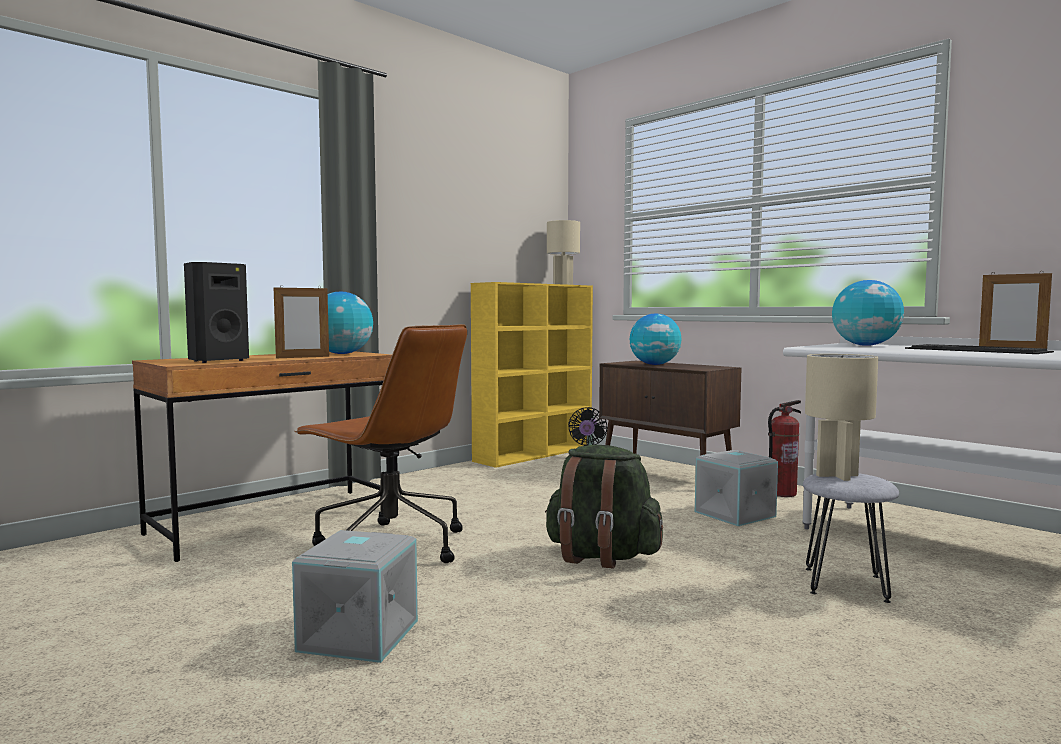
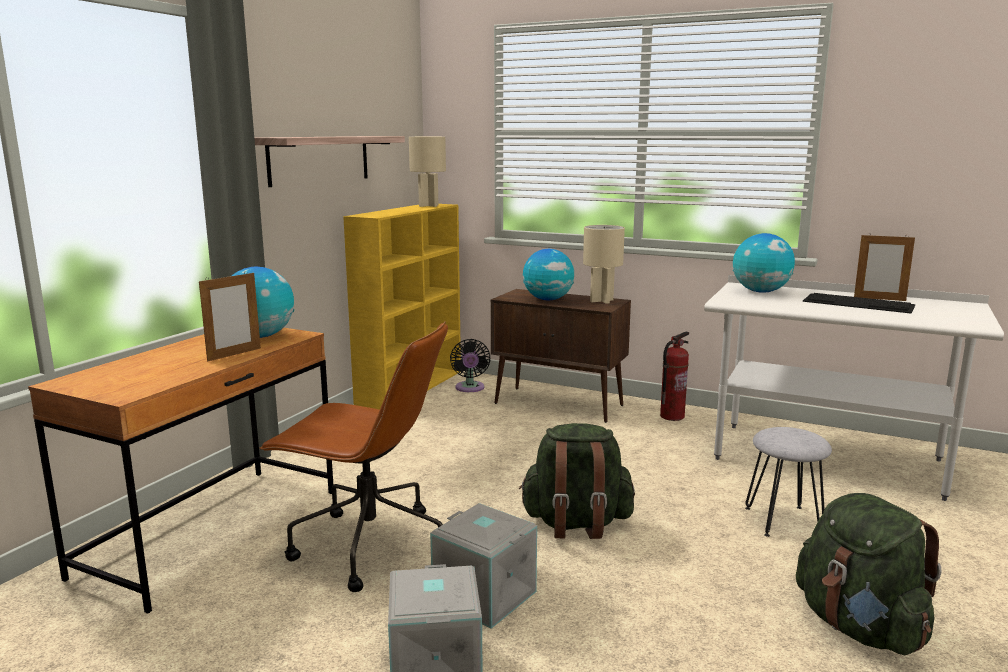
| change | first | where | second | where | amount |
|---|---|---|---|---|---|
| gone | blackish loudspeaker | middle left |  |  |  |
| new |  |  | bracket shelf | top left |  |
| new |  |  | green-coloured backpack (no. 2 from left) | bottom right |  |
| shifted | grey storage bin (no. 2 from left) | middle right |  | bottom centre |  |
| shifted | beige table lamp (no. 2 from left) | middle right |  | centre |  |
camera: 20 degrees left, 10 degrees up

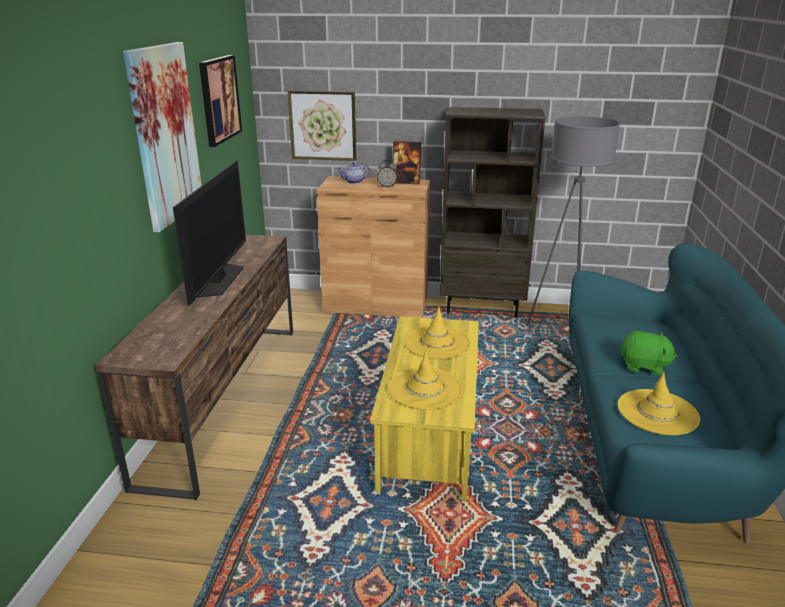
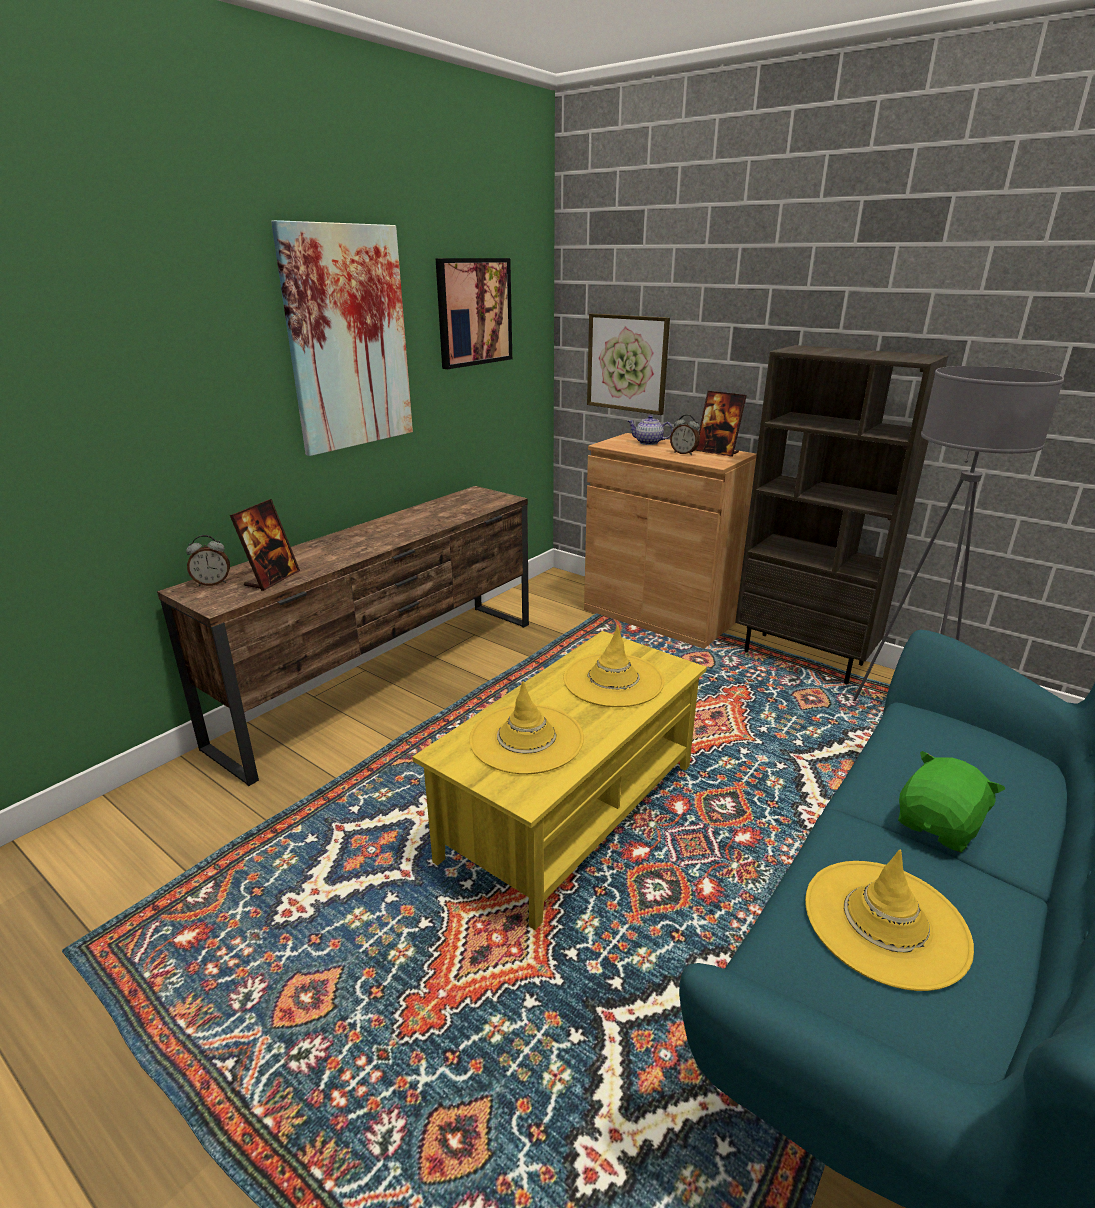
| change | first | where | second | where | amount |
|---|---|---|---|---|---|
| gone | TV | middle left |  |  |  |
| new |  |  | alarm clock (no. 1 from left) | middle left |  |
| new |  |  | picture frame (no. 1 from left) | middle left |  |
| rotated | green-coloured soft toy | middle right |  | middle right | 90 degrees counterclockwise |
camera: 30 degrees right, 0 degrees up

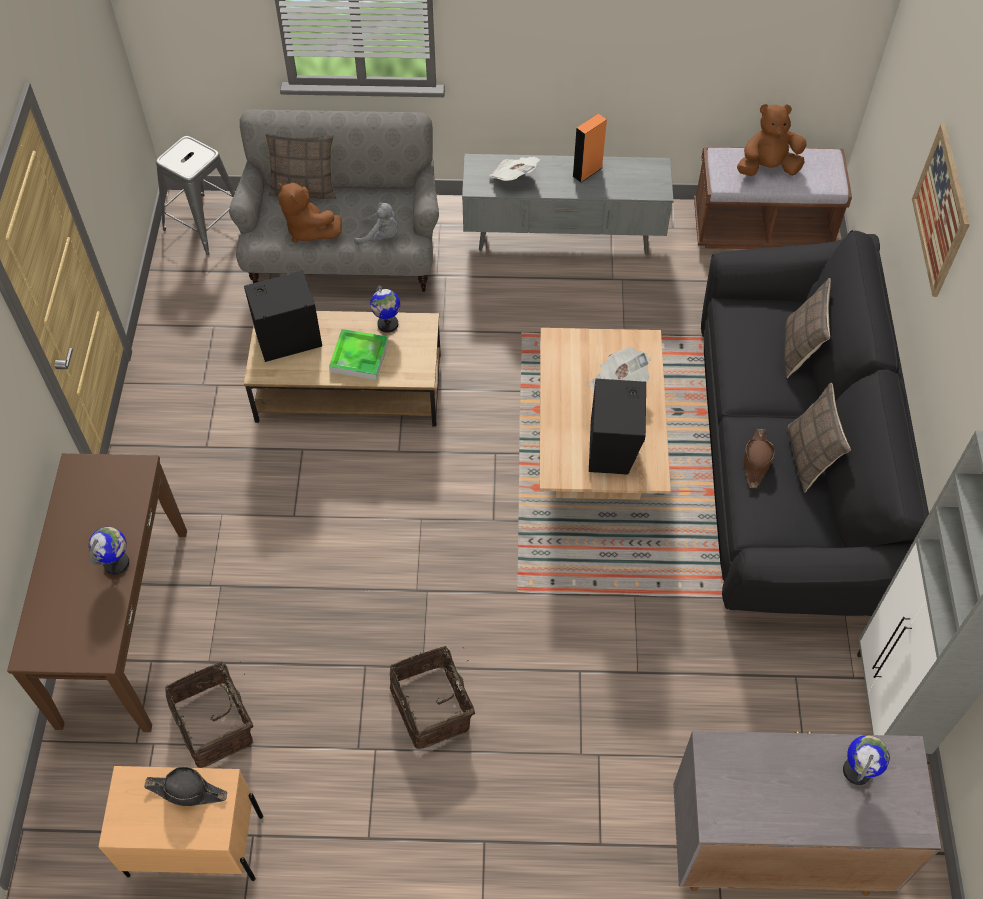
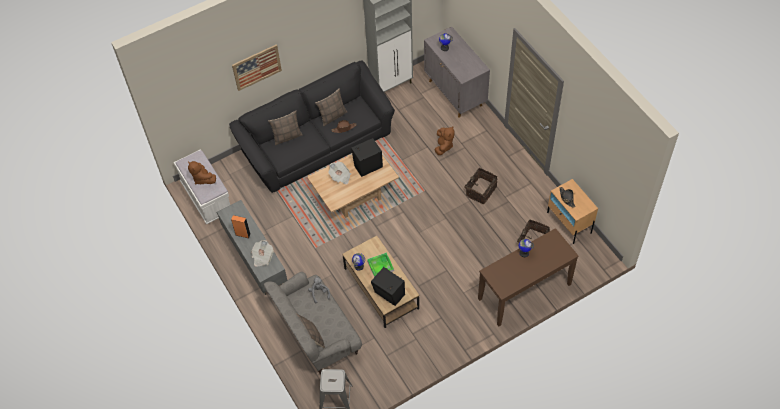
| change | first | where | second | where | amount |
|---|---|---|---|---|---|
| shifted | brown soft toy (no. 1 from left in the first image) | top left | brown soft toy (no. 2 from left) | centre |  |
| repainted | brown long seat | top right | white-coloured long seat | middle left |  |
camera: 120 degrees left, 0 degrees up

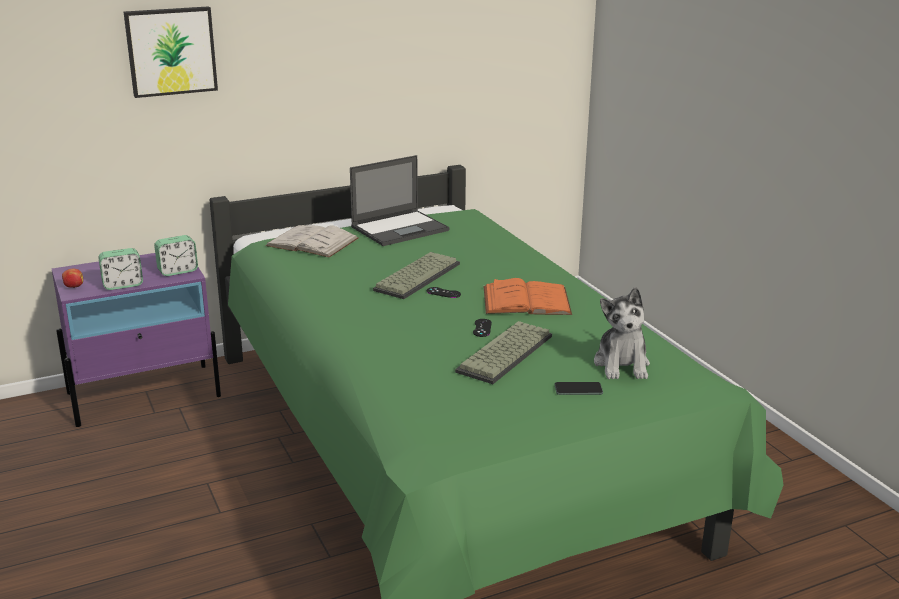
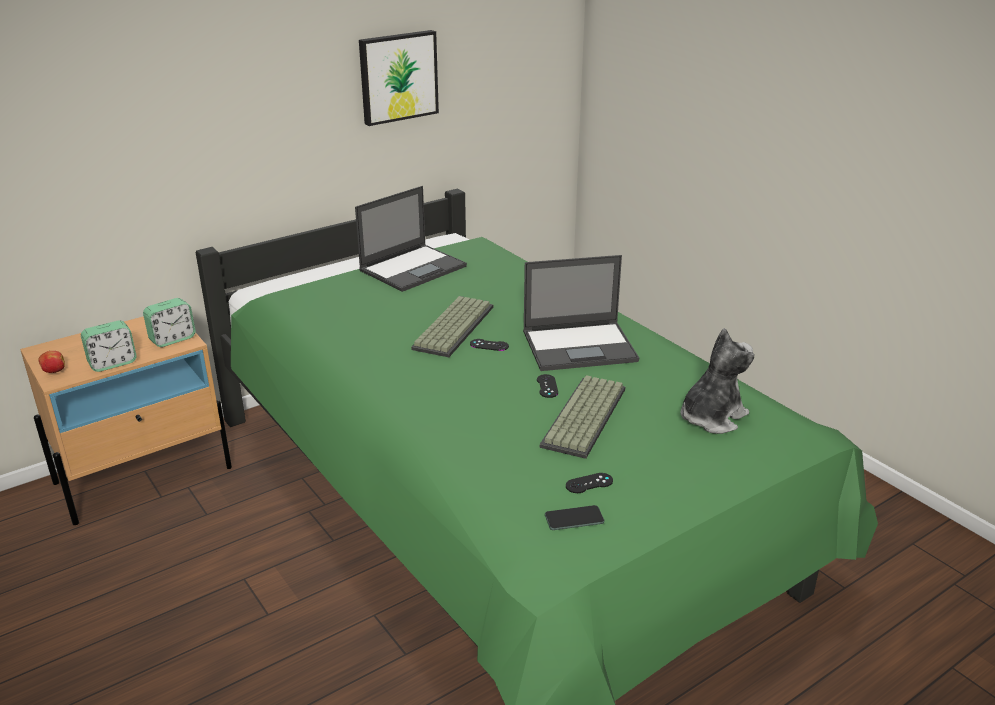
| change | first | where | second | where | amount |
|---|---|---|---|---|---|
| gone | white-coloured volume | centre |  |  |  |
| new |  |  | blackish gamepad (no. 3 from left) | bottom centre |  |
| shifted | picture | top left |  | top centre |  |
| shifted | telephone | centre |  | bottom centre |  |
| swapped | orangey volume | centre | portable computer (no. 2 from left) | centre |  |
| repainted | purple-coloured bedside table | middle left | beige bedside table | middle left |  |
| rotated | soft toy | middle right |  | middle right | 120 degrees counterclockwise |
camera: 10 degrees left, 5 degrees up

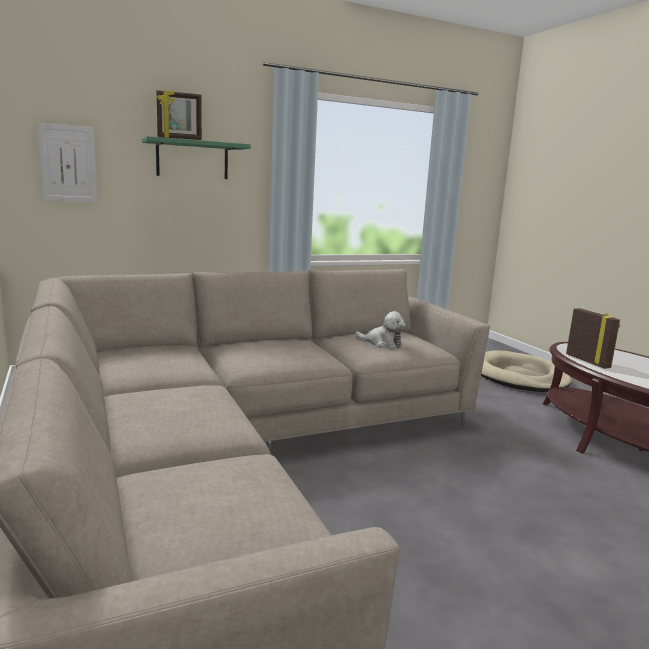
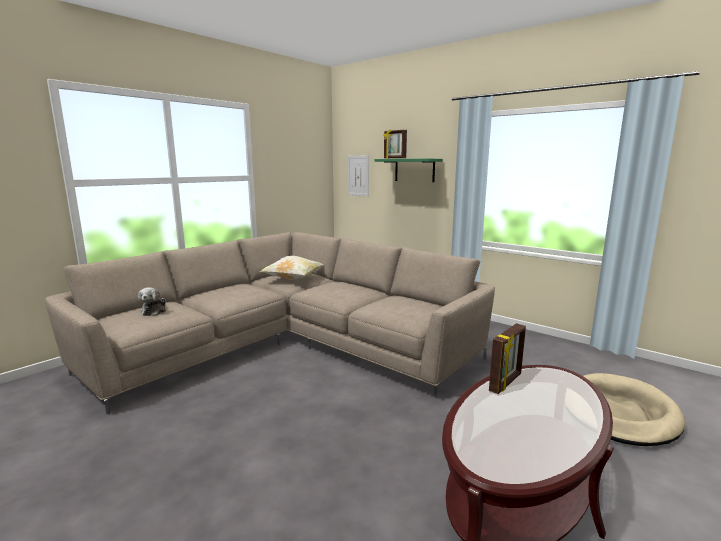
| change | first | where | second | where | amount |
|---|---|---|---|---|---|
| new |  |  | cushion | centre |  |
| shifted | soft toy | centre |  | middle left |  |
camera: 65 degrees right, 0 degrees up

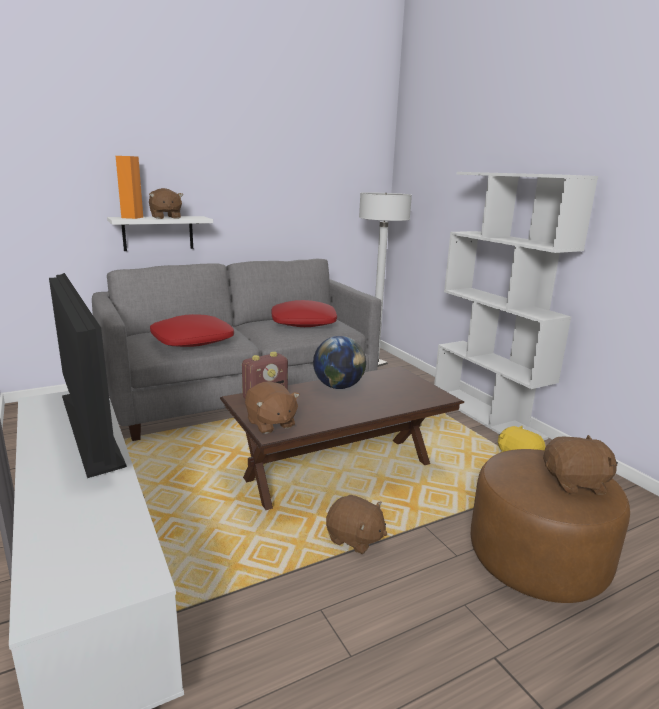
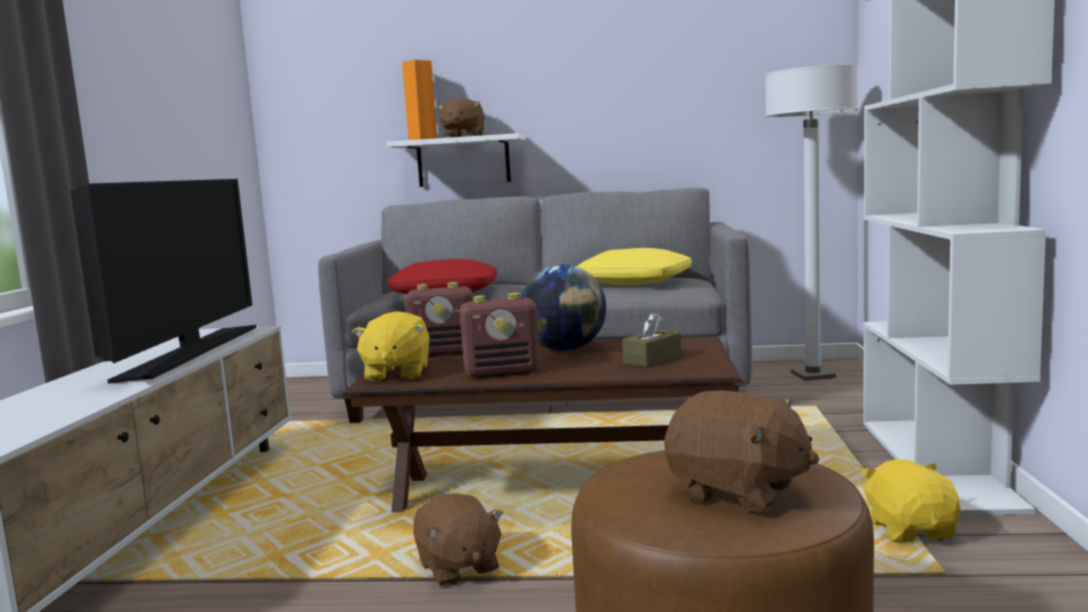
| change | first | where | second | where | amount |
|---|---|---|---|---|---|
| new |  |  | radio (no. 2 from left) | centre |  |
| new |  |  | brown tissue box | centre |  |
| repainted | brown soft toy (no. 2 from left) | centre | yellow-coloured soft toy (no. 1 from left) | centre |  |
| repainted | red cushion (no. 2 from left) | centre | yellow-coloured cushion | centre |  |
camera: 35 degrees right, 10 degrees down

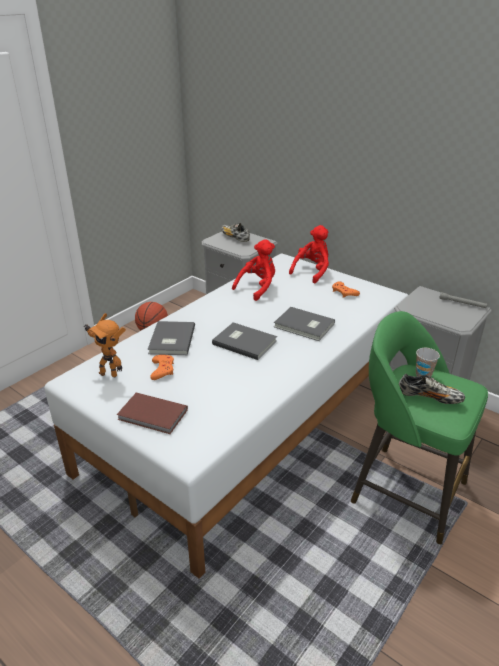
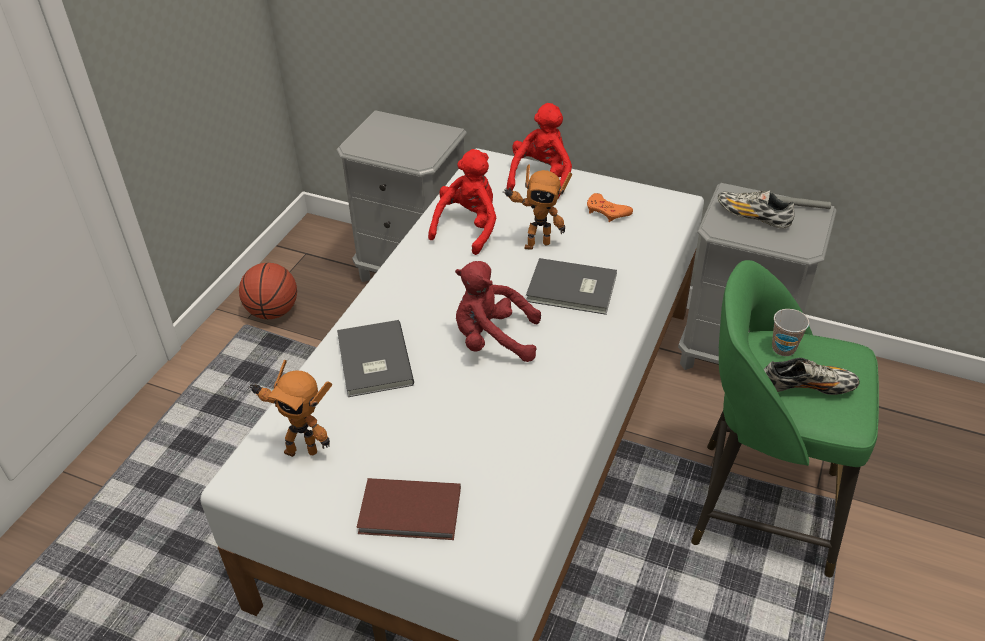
| change | first | where | second | where | amount |
|---|---|---|---|---|---|
| gone | orangey gamepad (no. 1 from left) | middle left |  |  |  |
| new |  |  | robot figure (no. 2 from left) | top centre |  |
| shifted | shoe (no. 1 from left) | centre |  | top right |  |
| swapped | grey volume (no. 2 from left) | centre | red soft toy (no. 2 from left) | centre |  |
camera: 15 degrees left, 10 degrees up

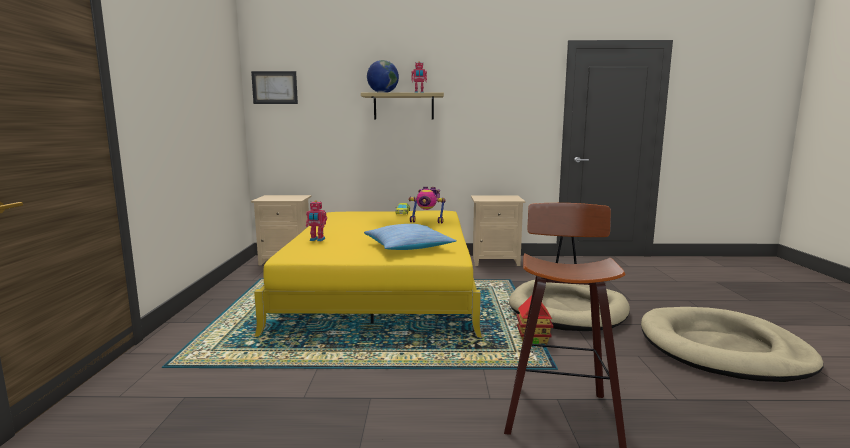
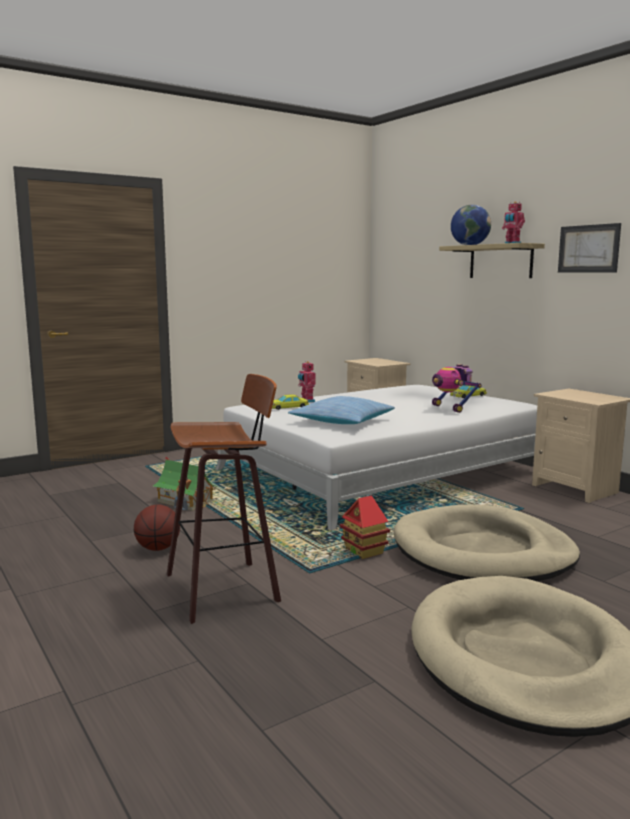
| change | first | where | second | where | amount |
|---|---|---|---|---|---|
| new |  |  | basketball ball | middle left |  |
| new |  |  | toy house (no. 1 from left) | middle left |  |
| new |  |  | yellow-coloured toy car (no. 1 from left) | centre |  |
| shifted | picture | top left |  | top right |  |
| repainted | yellow-coloured bedroom bed | centre | white-coloured bedroom bed | centre |  |
camera: 55 degrees right, 0 degrees up

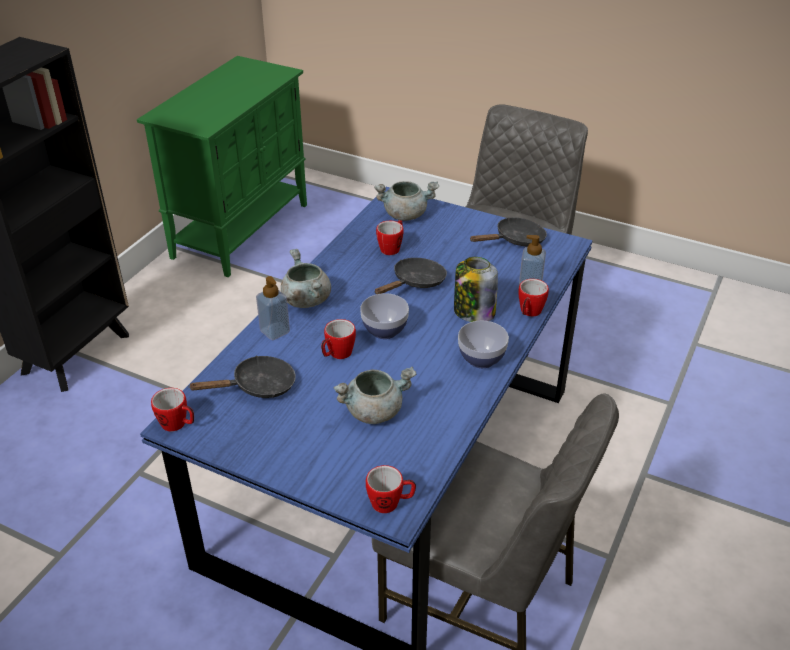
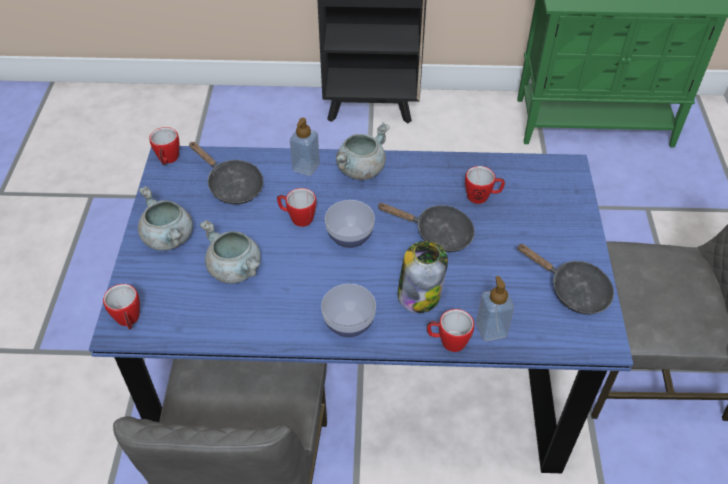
| change | first | where | second | where | amount |
|---|---|---|---|---|---|
| shifted | grey saucepot (no. 3 from left in the first image) | top centre | grey saucepot (no. 1 from left) | middle left |  |
camera: 65 degrees right, 10 degrees up

